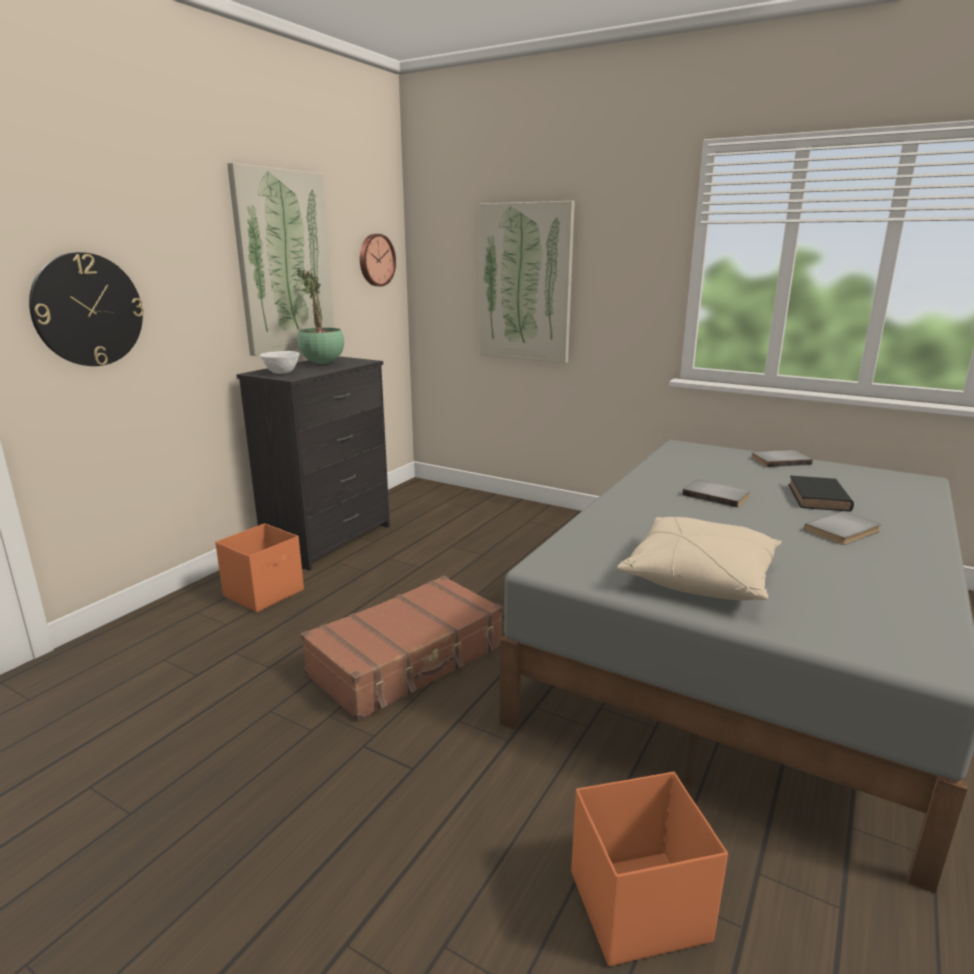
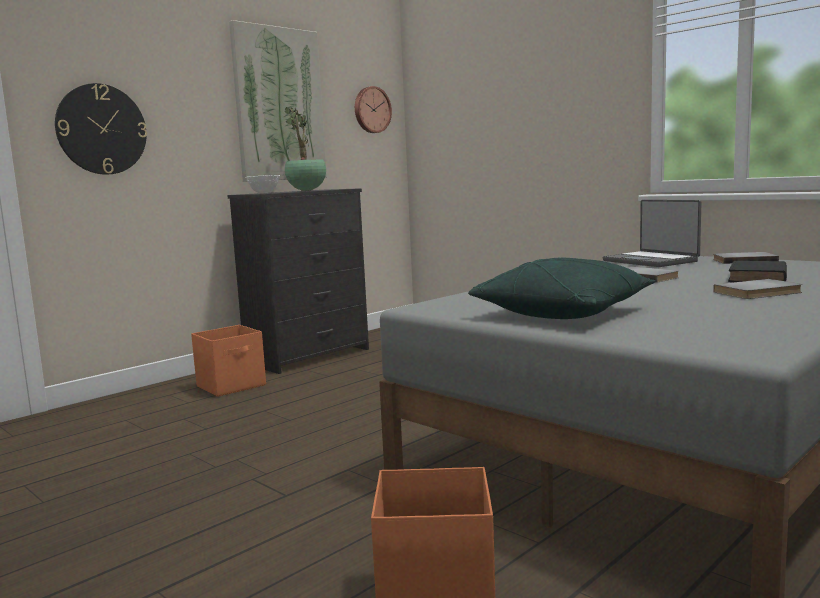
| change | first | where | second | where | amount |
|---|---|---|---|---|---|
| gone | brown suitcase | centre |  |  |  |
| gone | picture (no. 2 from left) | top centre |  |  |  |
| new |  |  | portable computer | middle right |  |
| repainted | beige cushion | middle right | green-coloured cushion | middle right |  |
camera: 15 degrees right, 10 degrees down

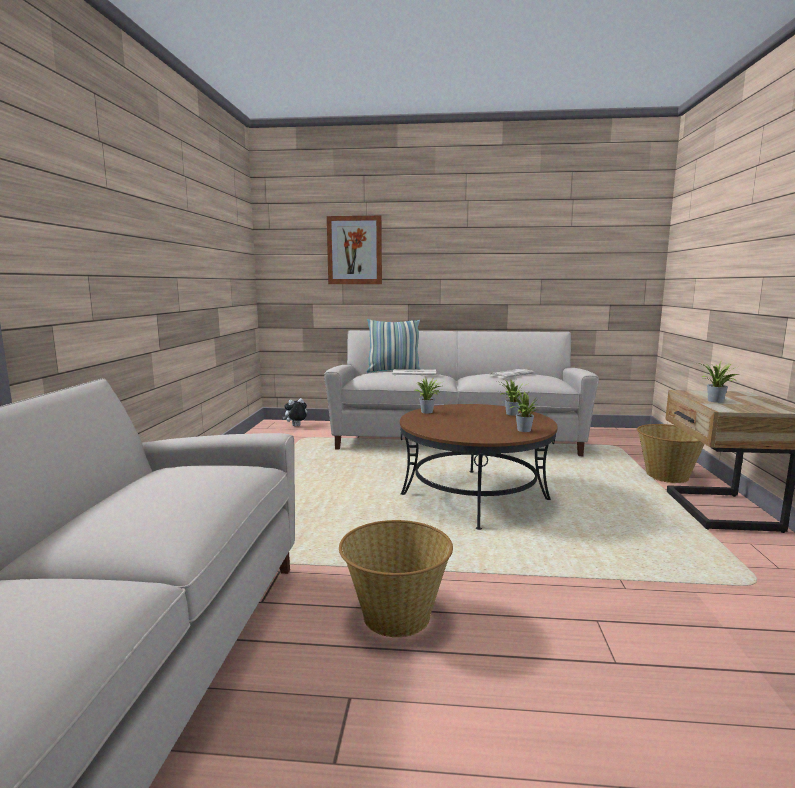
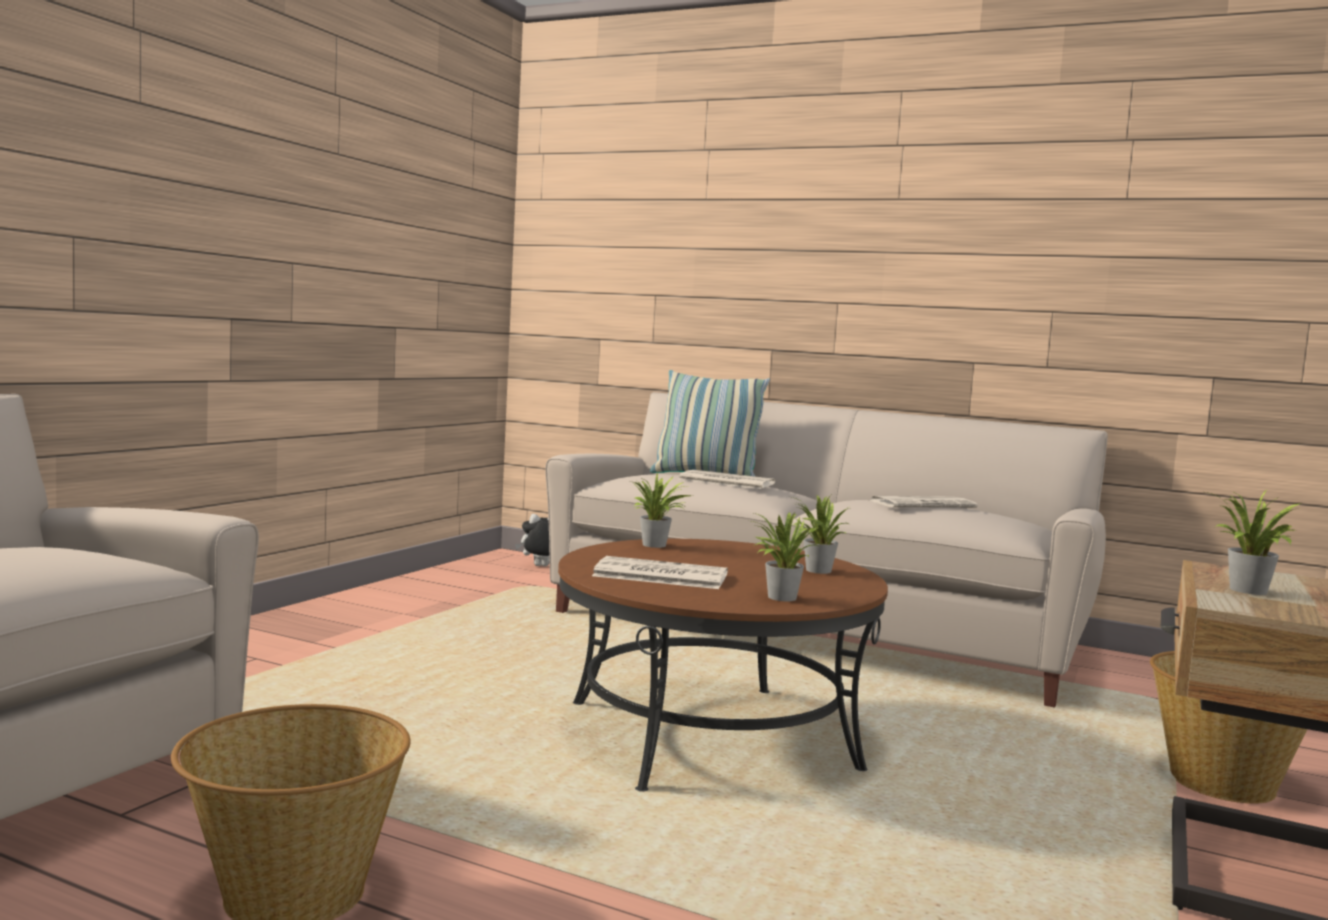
| change | first | where | second | where | amount |
|---|---|---|---|---|---|
| gone | picture | top centre |  |  |  |
| new |  |  | printed paper (no. 1 from left) | centre |  |
camera: 20 degrees right, 5 degrees down

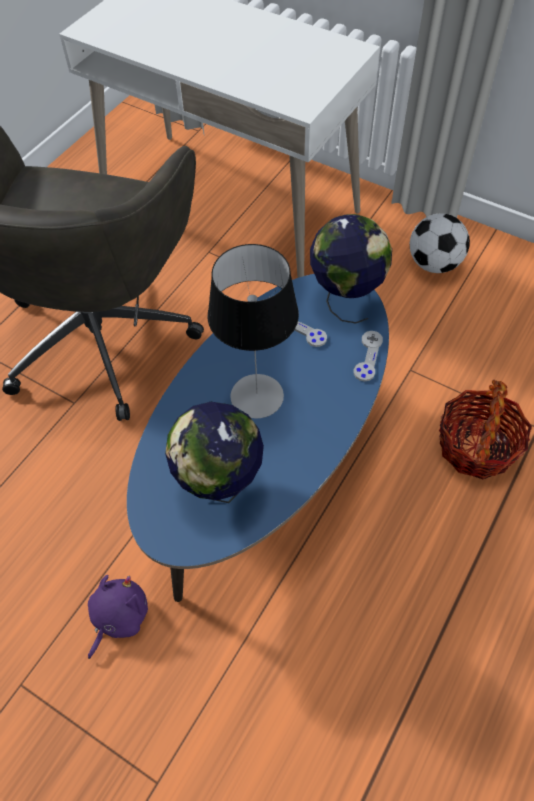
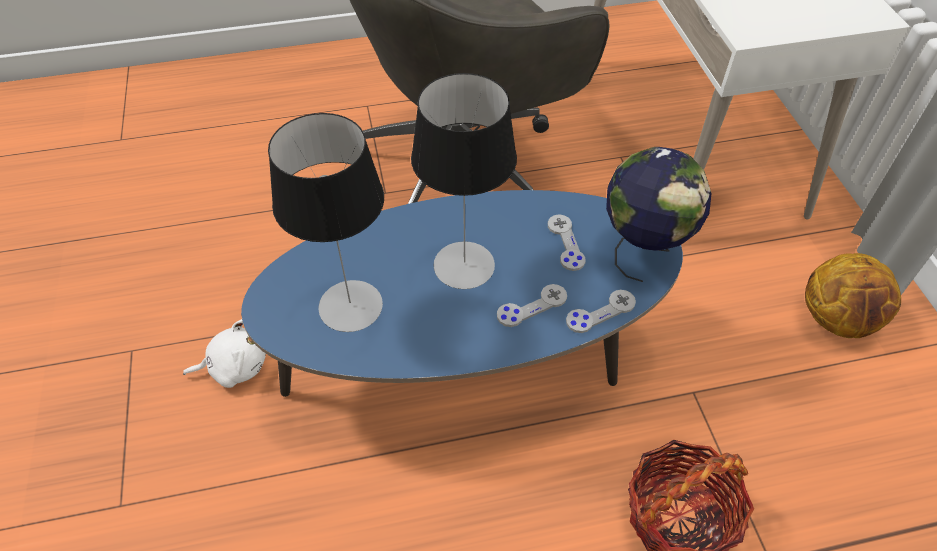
| change | first | where | second | where | amount |
|---|---|---|---|---|---|
| new |  |  | grey gamepad (no. 1 from left) | centre |  |
| swapped | world globe (no. 1 from left) | centre | table lamp (no. 1 from left) | centre |  |
| swapped | football ball | top right | basketball ball | middle right |  |
| repainted | purple-coloured soft toy | bottom left | white-coloured soft toy | middle left |  |
camera: 45 degrees right, 5 degrees down

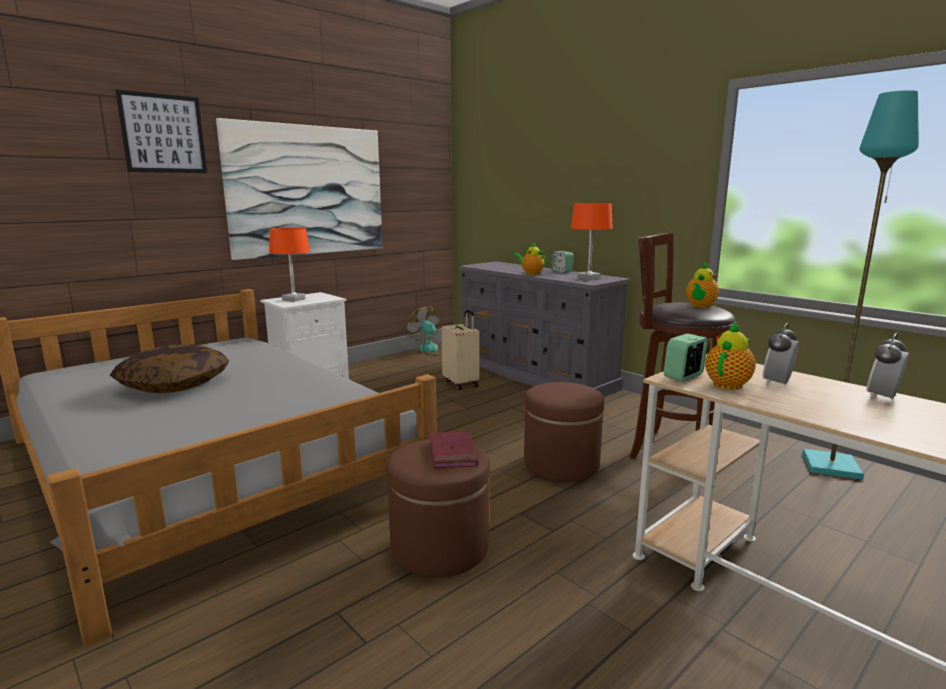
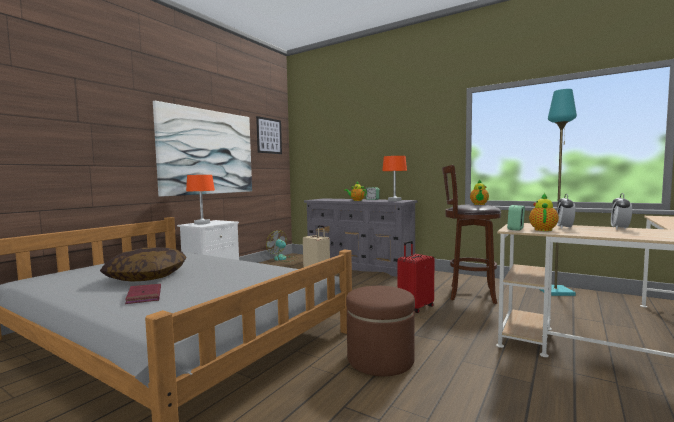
| change | first | where | second | where | amount |
|---|---|---|---|---|---|
| shifted | picture (no. 1 from left in the first image) | top left | picture (no. 2 from left) | top centre |  |
| shifted | red volume | centre |  | bottom left |  |
| swapped | brown footrest (no. 2 from left) | centre | red suitcase | centre |  |
camera: 15 degrees left, 10 degrees down

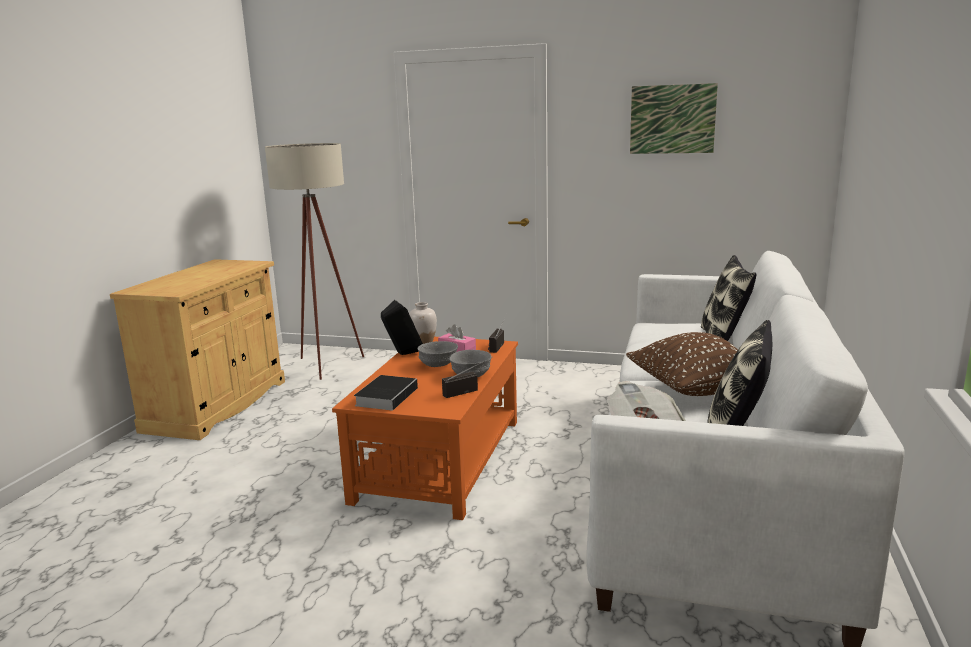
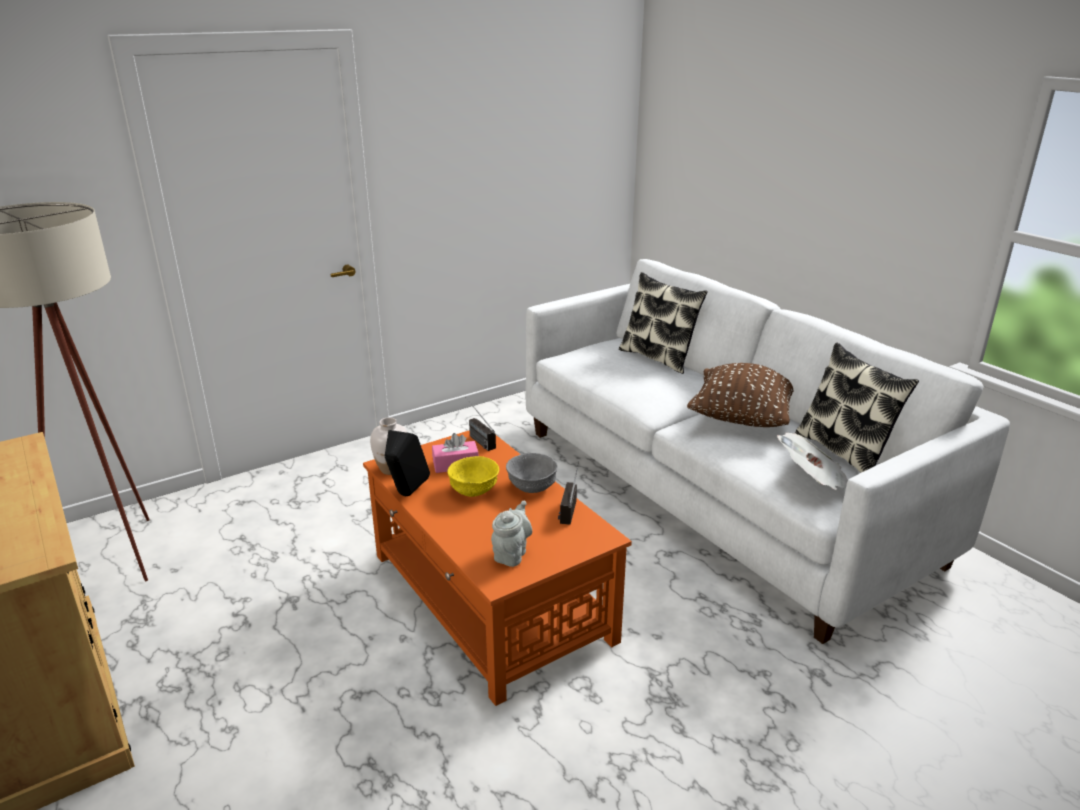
| change | first | where | second | where | amount |
|---|---|---|---|---|---|
| gone | picture | top right |  |  |  |
| swapped | volume | centre | grey pot for tea | centre |  |
| repainted | grey serving bowl (no. 1 from left) | centre | yellow-coloured serving bowl | centre |  |
camera: 50 degrees left, 10 degrees up

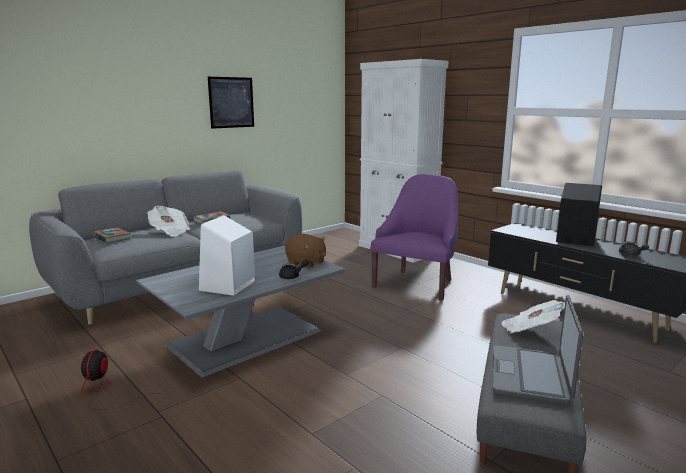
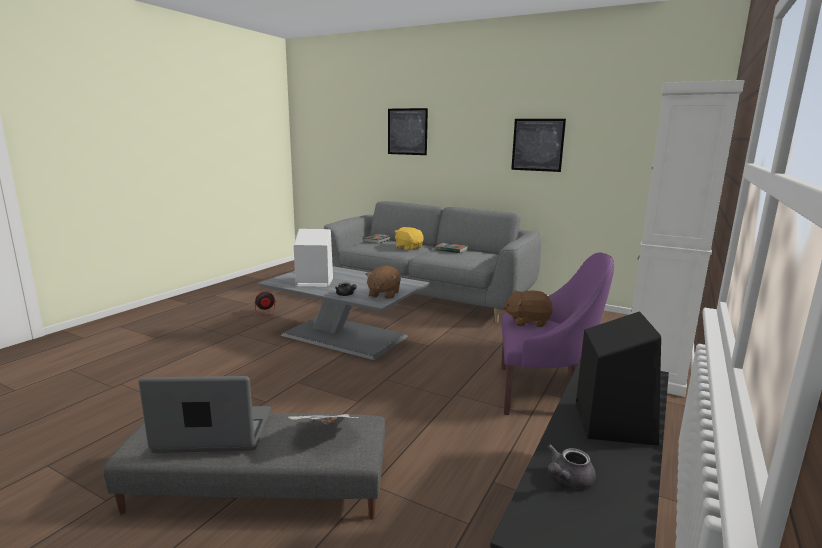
| change | first | where | second | where | amount |
|---|---|---|---|---|---|
| new |  |  | picture (no. 1 from left) | top centre |  |
| new |  |  | brown soft toy (no. 2 from left) | centre |  |
| swapped | printed paper (no. 1 from left) | middle left | yellow-coloured soft toy | centre |  |
camera: 70 degrees right, 0 degrees up

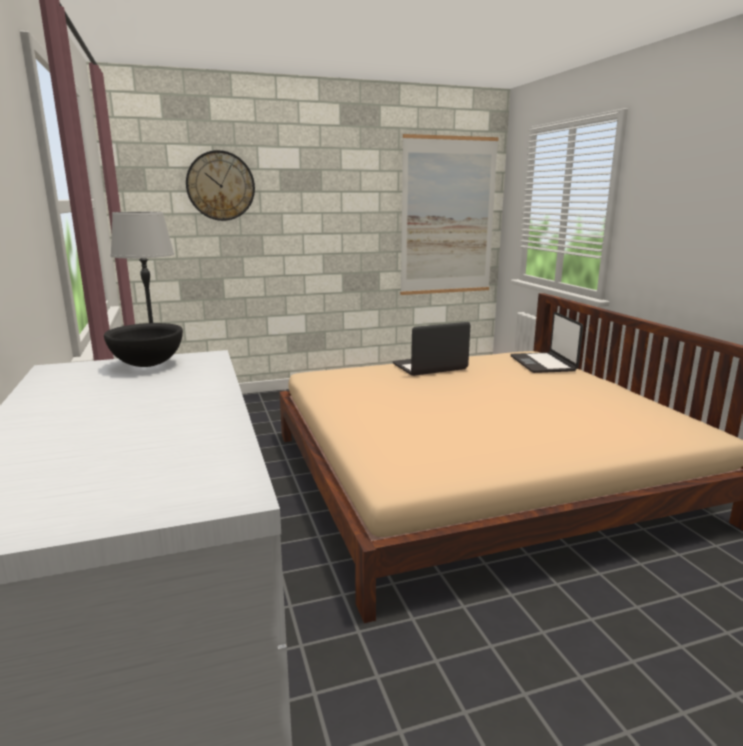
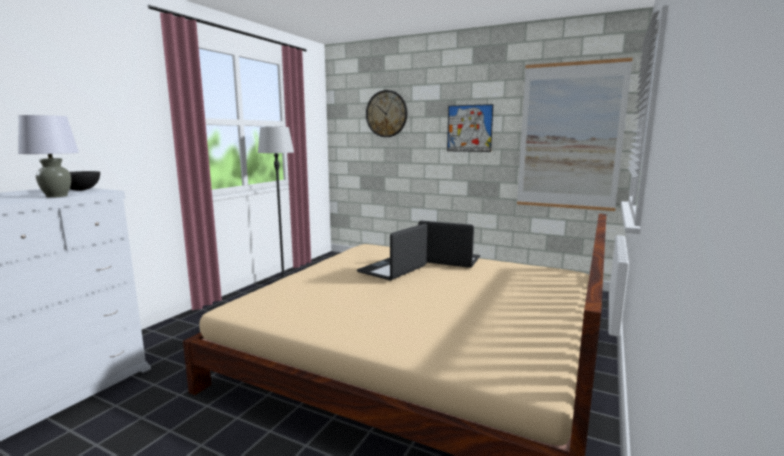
| change | first | where | second | where | amount |
|---|---|---|---|---|---|
| new |  |  | grey table lamp | middle left |  |
| new |  |  | picture (no. 1 from left) | top centre |  |
| shifted | portable computer (no. 2 from left in the first image) | middle right | portable computer (no. 1 from left) | centre |  |
camera: 45 degrees right, 5 degrees down

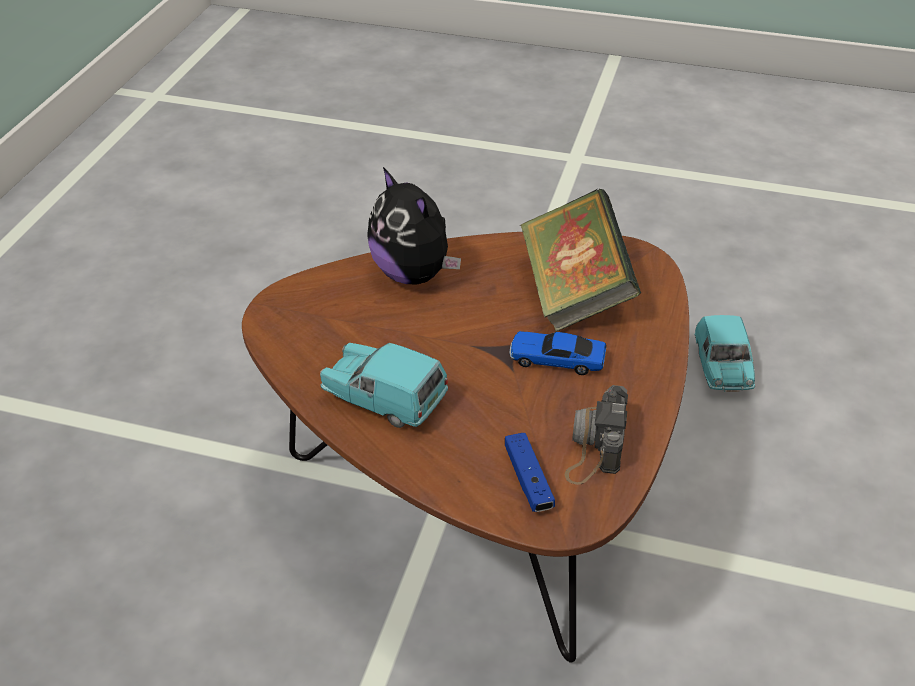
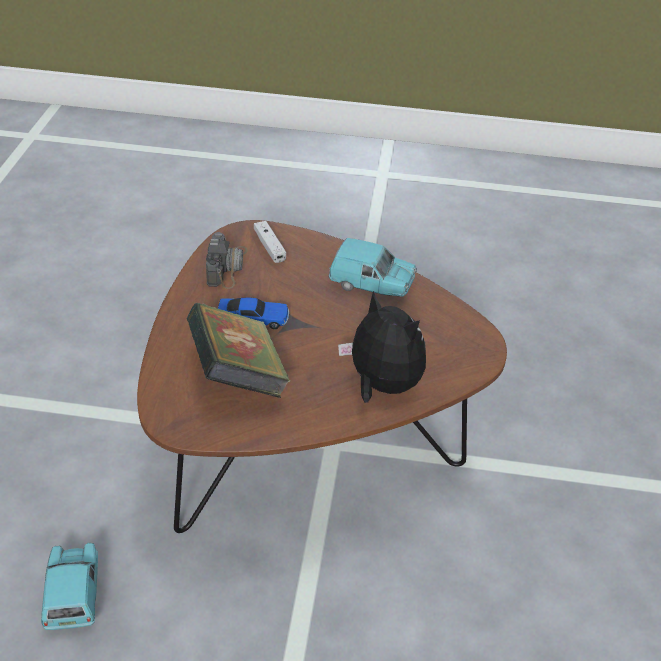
| change | first | where | second | where | amount |
|---|---|---|---|---|---|
| repainted | blue-coloured gamepad | bottom centre | white-coloured gamepad | centre |  |
camera: 170 degrees right, 0 degrees up

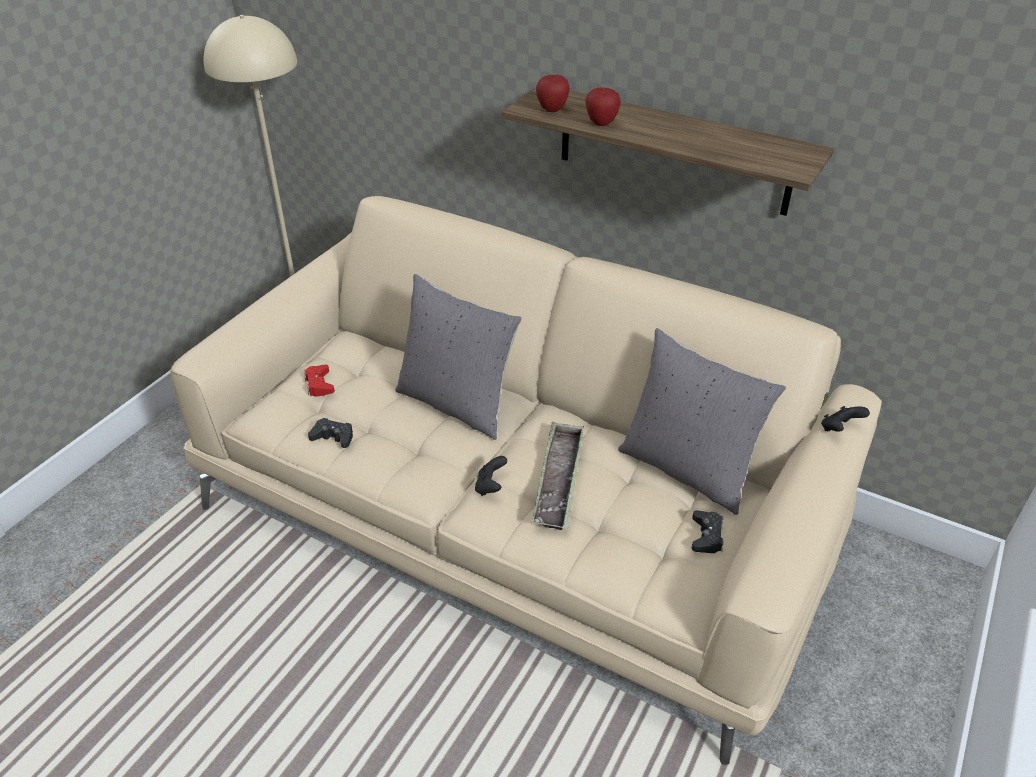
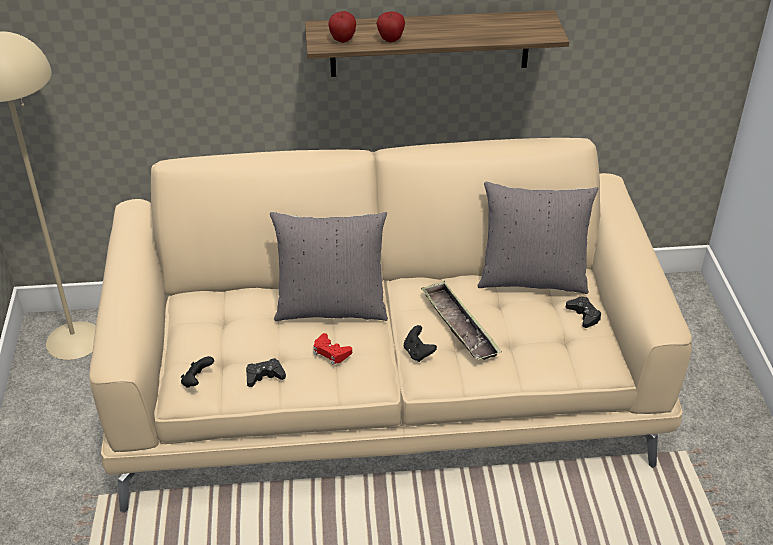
| change | first | where | second | where | amount |
|---|---|---|---|---|---|
| shifted | red gamepad | middle left |  | centre |  |
| shifted | blackish gamepad (no. 4 from left in the first image) | middle right | blackish gamepad (no. 1 from left) | bottom left |  |
camera: 35 degrees left, 0 degrees up

